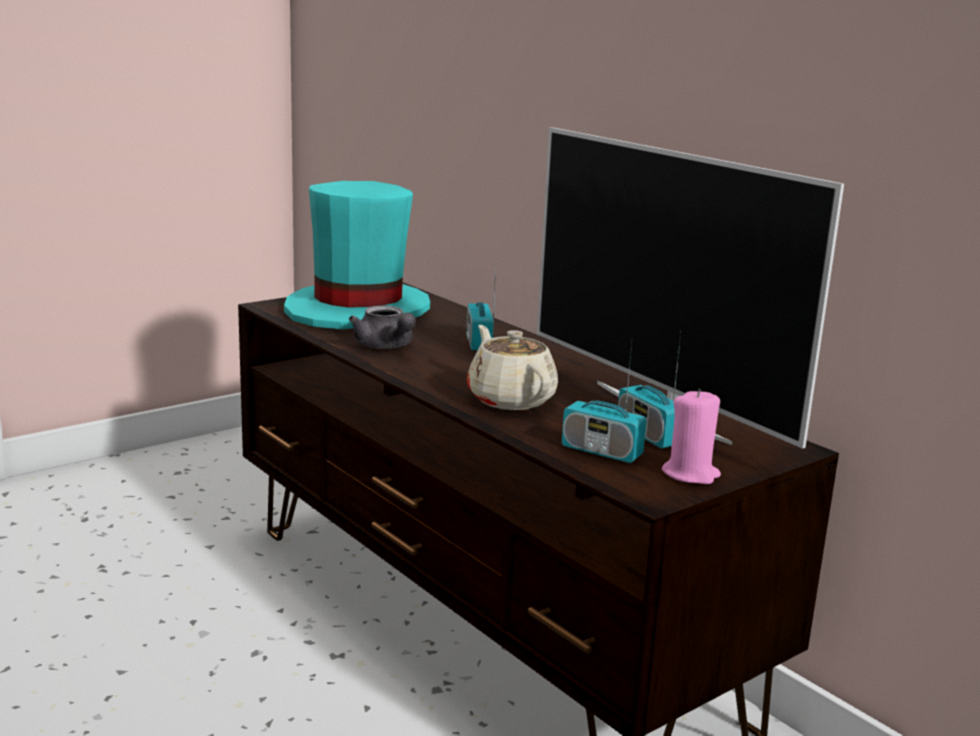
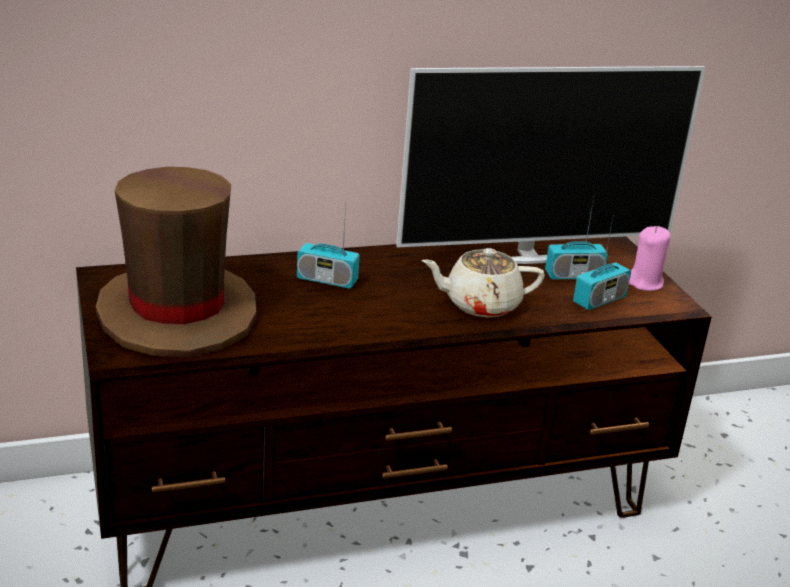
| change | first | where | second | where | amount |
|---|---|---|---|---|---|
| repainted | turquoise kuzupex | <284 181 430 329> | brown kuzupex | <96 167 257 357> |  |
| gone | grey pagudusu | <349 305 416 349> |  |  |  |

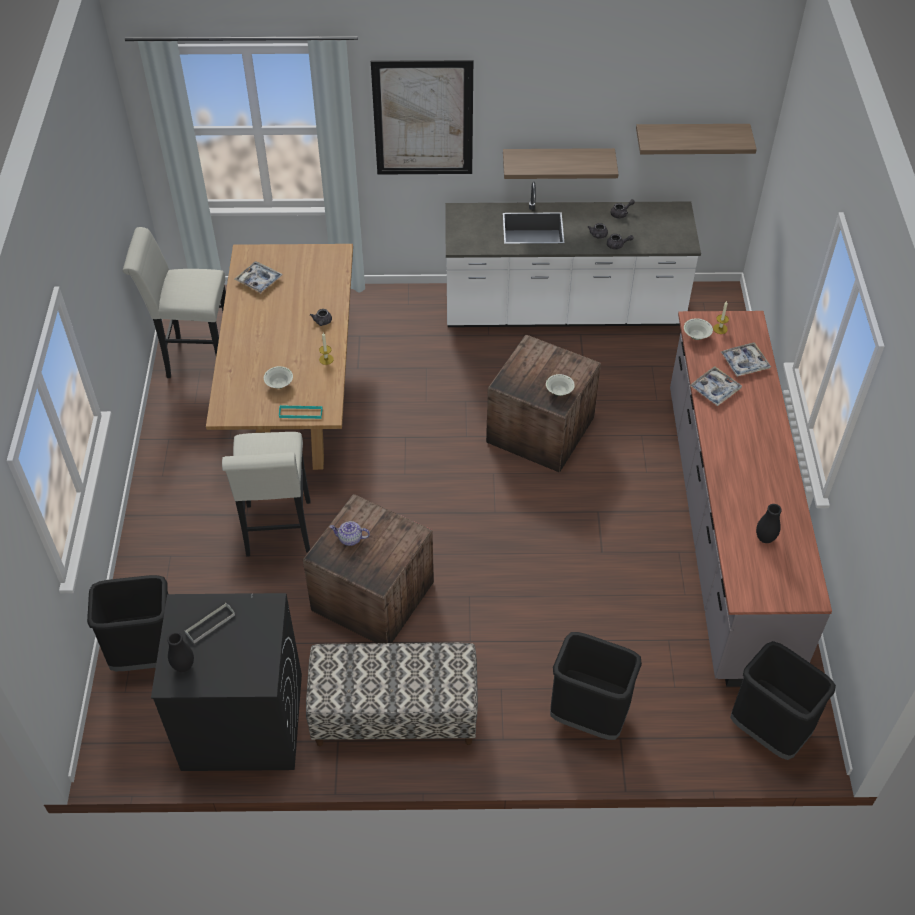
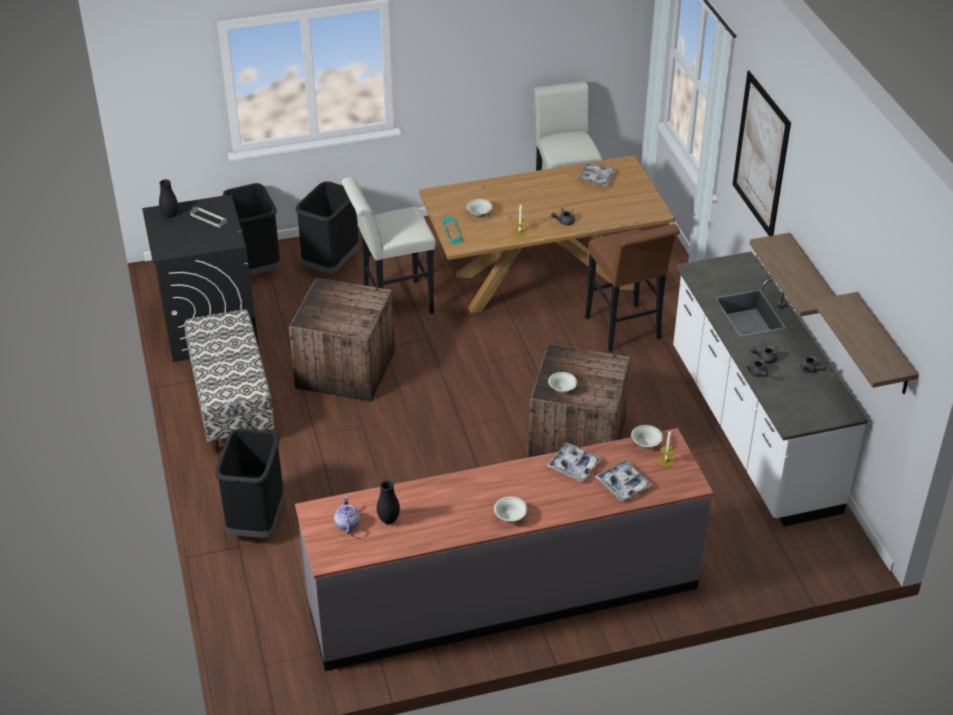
| change | first | where | second | where | amount |
|---|---|---|---|---|---|
| shifted | pagudusu | <329 521 370 546> |  | <334 497 360 534> |  |
| shifted | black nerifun | <730 641 836 760> |  | <295 181 359 274> |  |
| new |  |  | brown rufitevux | <585 224 680 352> |  |
| new |  |  | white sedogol | <494 497 527 522> |  |

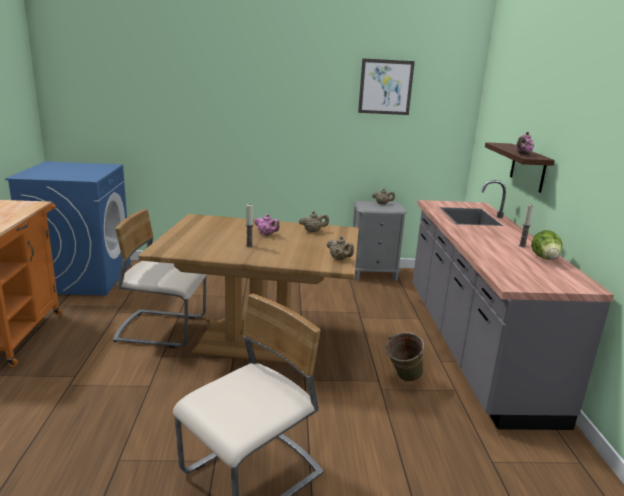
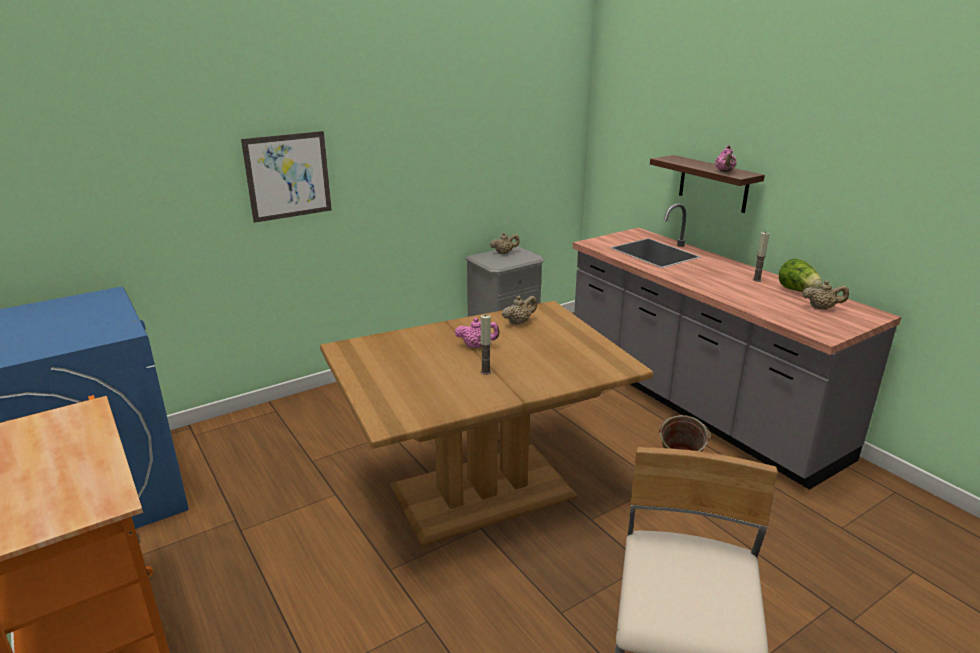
| change | first | where | second | where | amount |
|---|---|---|---|---|---|
| shifted | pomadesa | <358 58 415 115> |  | <241 131 332 223> |  |
| gone | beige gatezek | <113 209 207 348> |  |  |  |
| shifted | beige pagudusu | <327 236 354 260> |  | <802 280 849 310> |  |

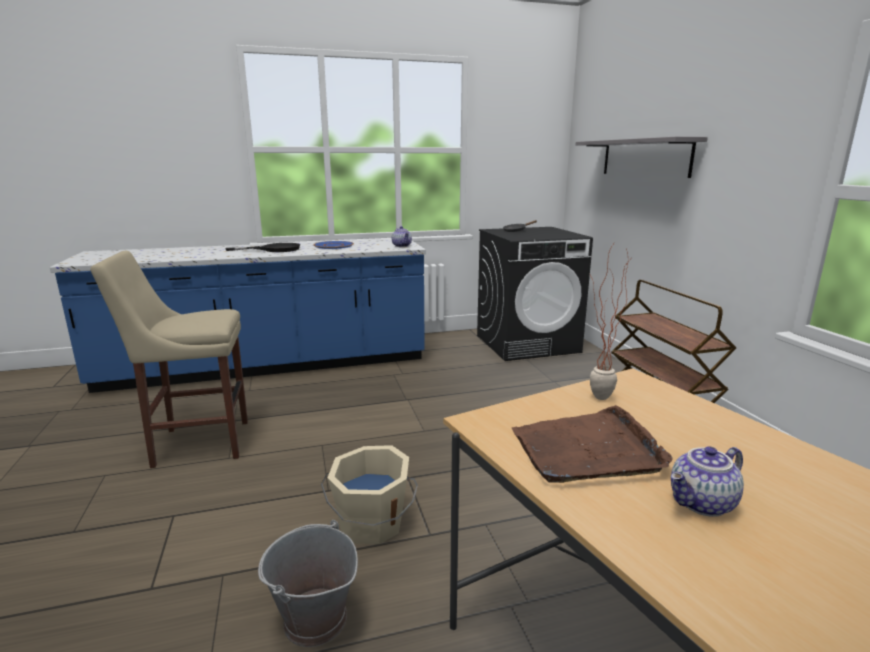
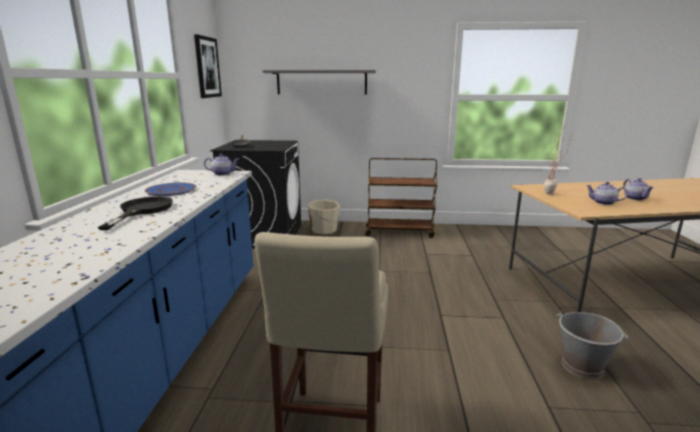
| change | first | where | second | where | amount |
|---|---|---|---|---|---|
| swapped | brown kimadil | <512 405 673 483> | pagudusu | <586 182 628 205> |  |
| shifted | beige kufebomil | <321 445 418 544> |  | <308 199 340 234> |  |
| new |  |  | pomadesa | <194 34 222 98> |  |

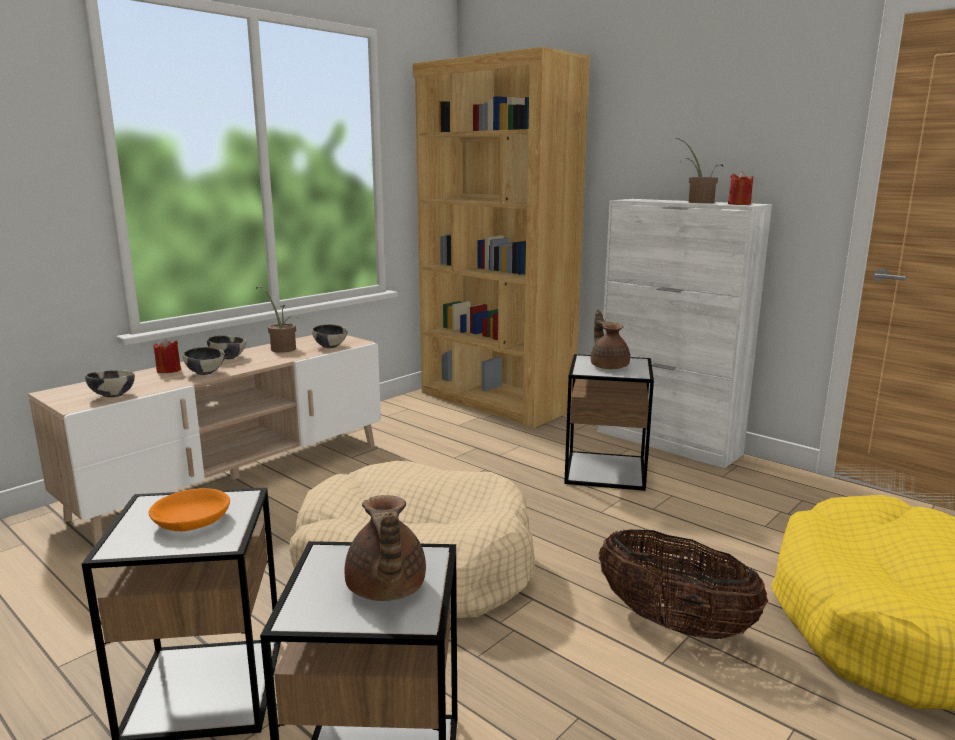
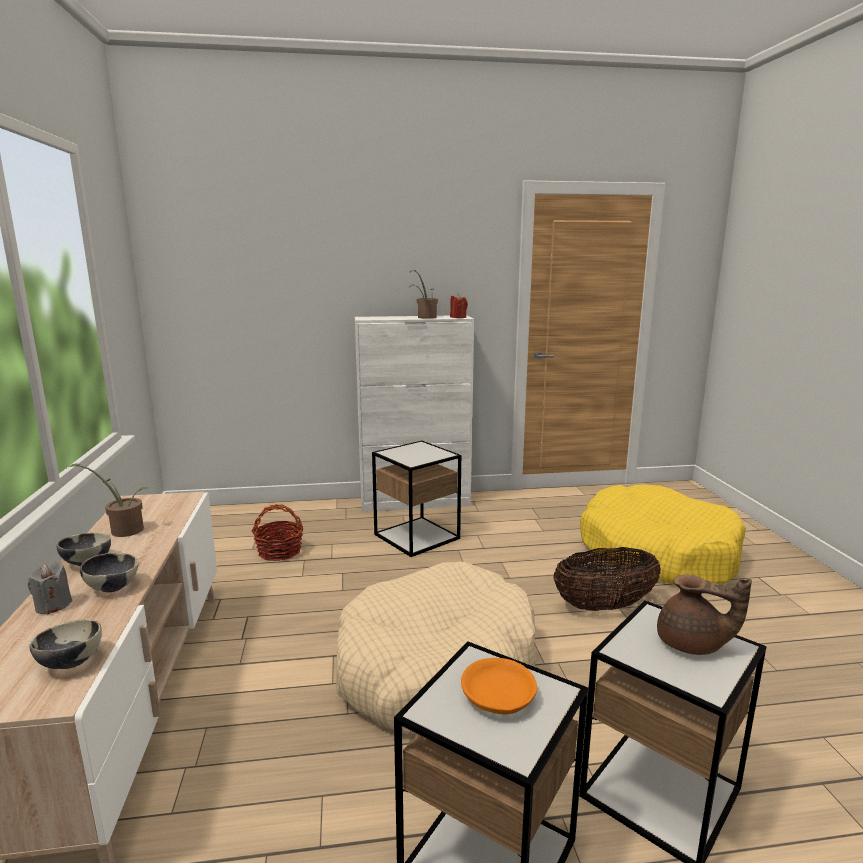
| change | first | where | second | where | amount |
|---|---|---|---|---|---|
| gone | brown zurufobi | <412 47 590 428> |  |  |  |
| gone | brown pagudusu | <591 310 630 369> |  |  |  |
| gone | sedogol | <312 324 347 348> |  |  |  |
| repainted | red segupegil | <154 338 181 373> | grey segupegil | <28 562 72 614> |  |
| new |  |  | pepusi | <251 504 304 561> |  |

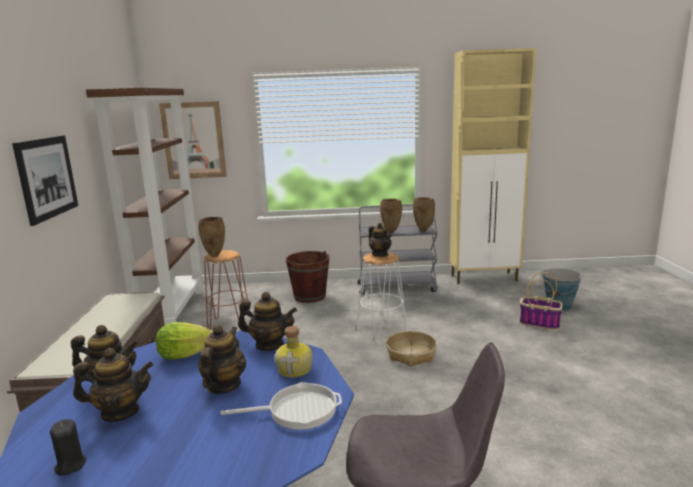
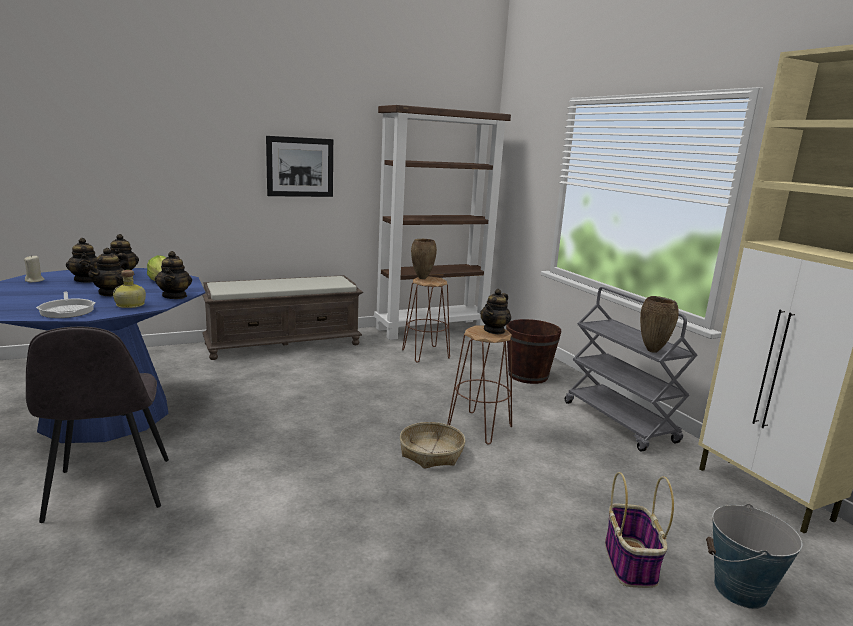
| change | first | where | second | where | amount |
|---|---|---|---|---|---|
| gone | pomadesa | <159 101 227 179> |  |  |  |
| gone | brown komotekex | <380 199 402 233> |  |  |  |
| repainted | white rufitevux | <357 252 407 342> | brown rufitevux | <447 325 512 444> |  |
| rotated | pagudusu | <198 325 246 394> |  | <86 248 130 296> | 120 degrees clockwise |
| repainted | black segupegil | <50 419 86 476> | beige segupegil | <24 255 45 282> |  |

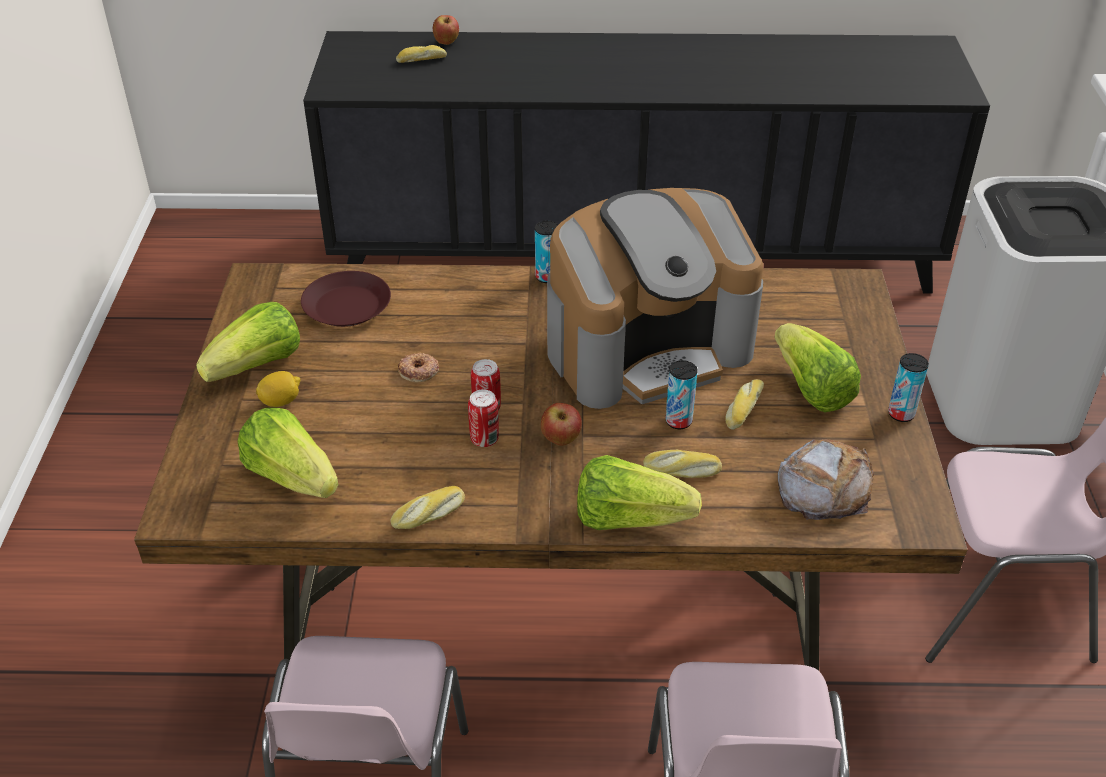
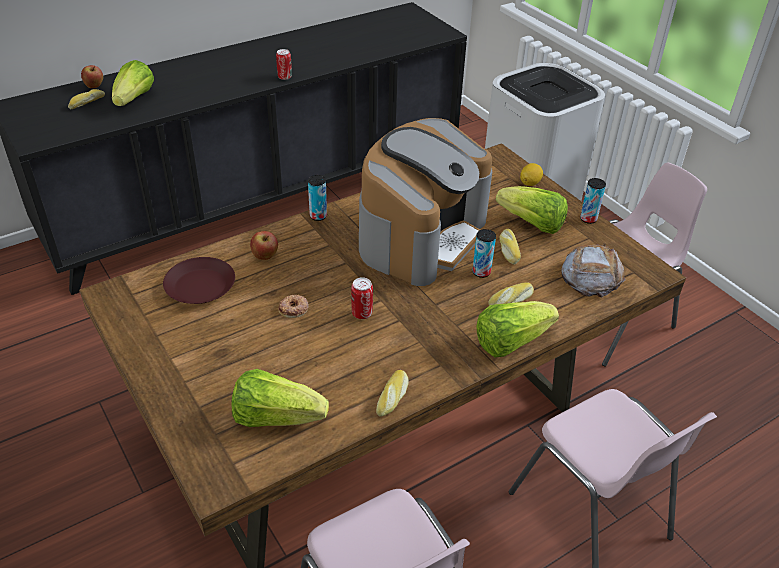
| change | first | where | second | where | amount |
|---|---|---|---|---|---|
| shifted | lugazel | <196 302 300 382> |  | <112 60 154 106> |  |
| shifted | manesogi | <256 371 300 407> |  | <520 163 543 186> |  |
| shifted | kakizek | <468 389 499 447> |  | <276 49 292 80> |  |
| shifted | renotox | <541 403 582 446> |  | <250 231 278 260> |  |

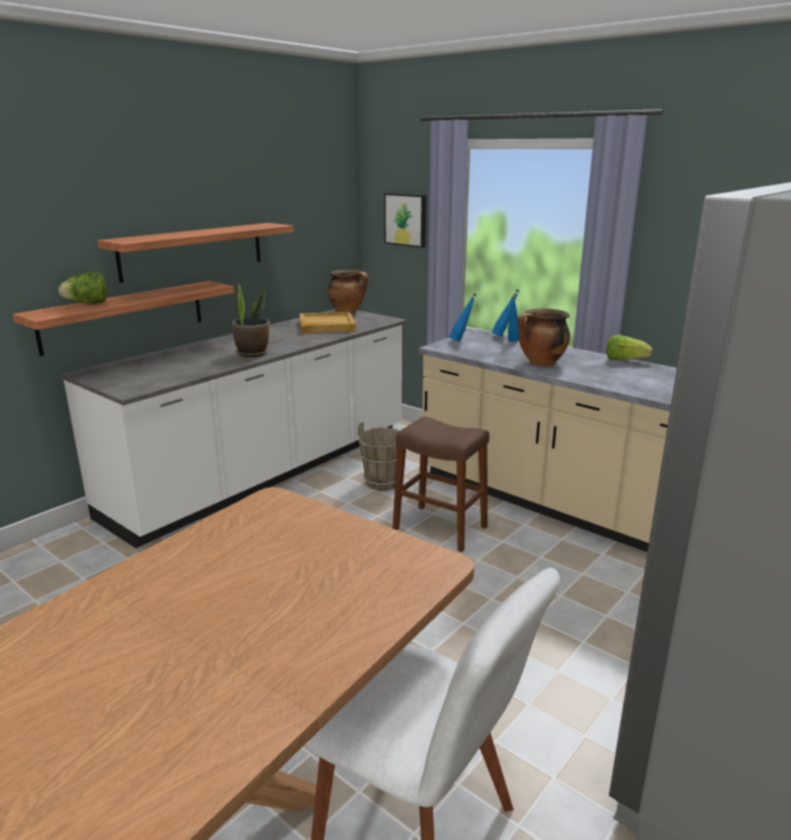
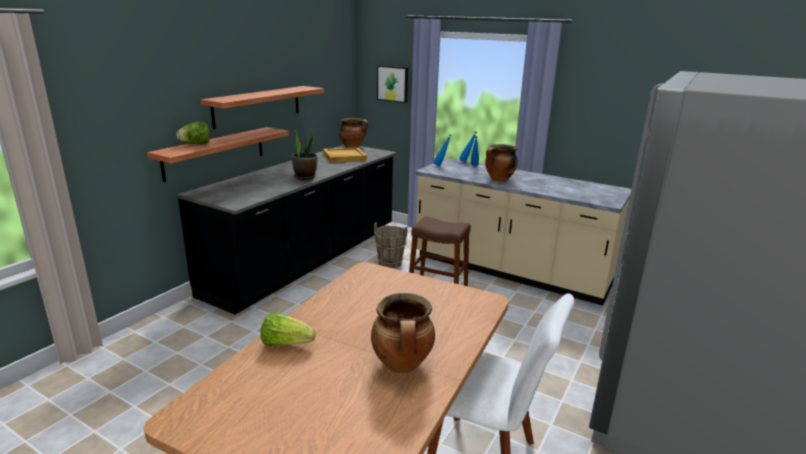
| change | first | where | second | where | amount |
|---|---|---|---|---|---|
| repainted | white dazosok | <61 309 407 548> | black dazosok | <177 145 397 315> |  |
| shifted | lugazel | <607 334 653 360> |  | <261 313 316 346> |  |
| new |  |  | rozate | <371 293 435 373> |  |

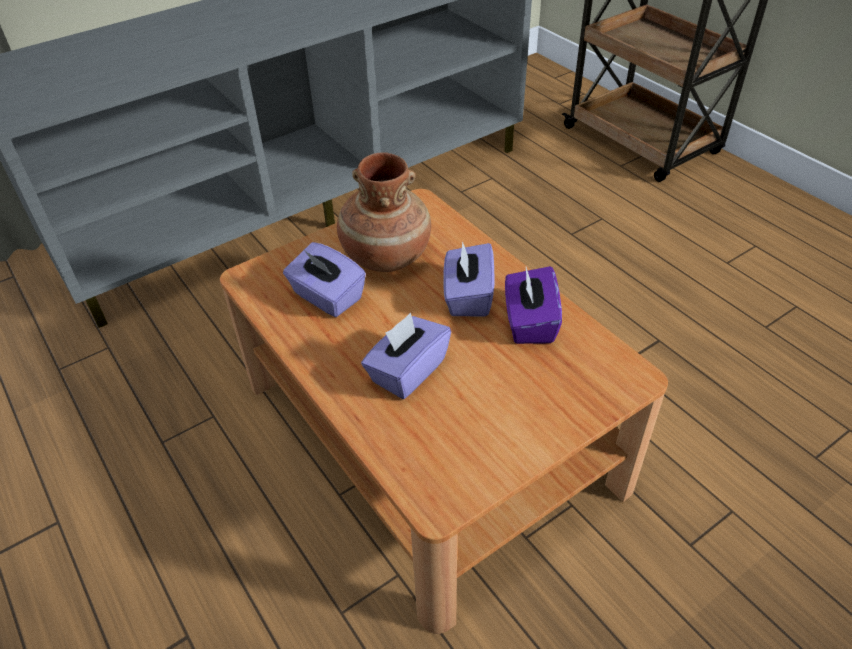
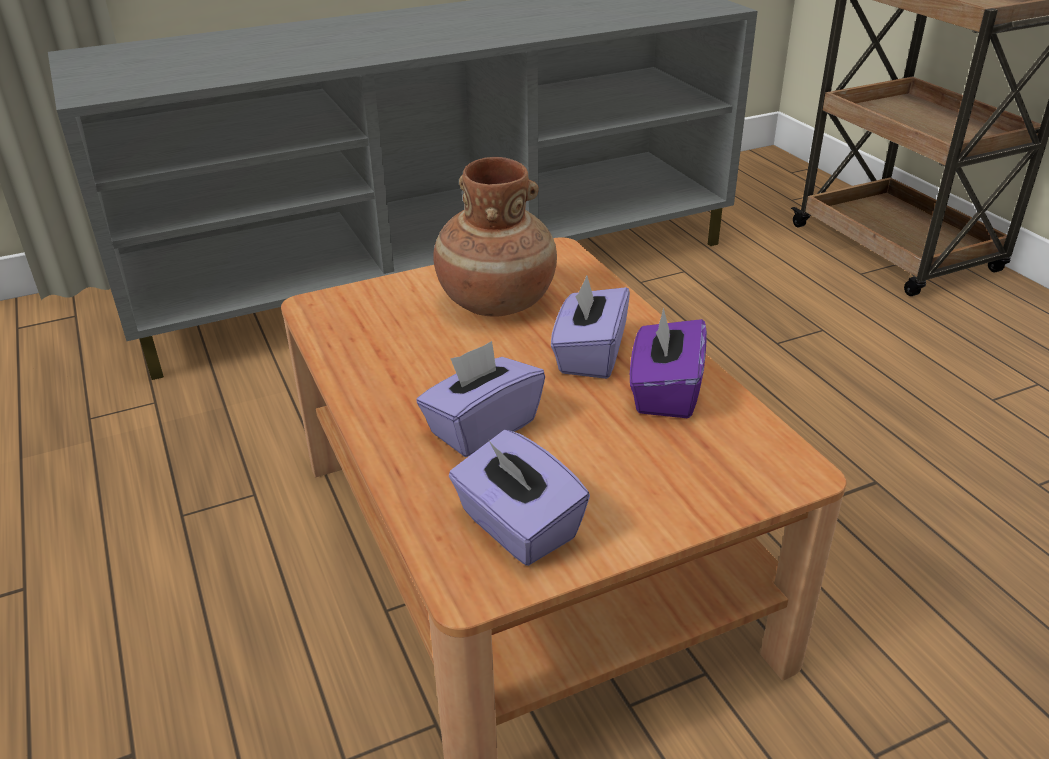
| change | first | where | second | where | amount |
|---|---|---|---|---|---|
| shifted | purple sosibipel | <283 242 366 317> |  | <449 430 590 566> |  |

